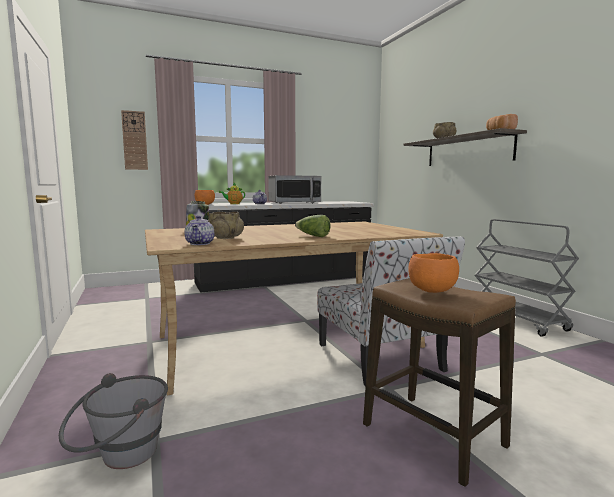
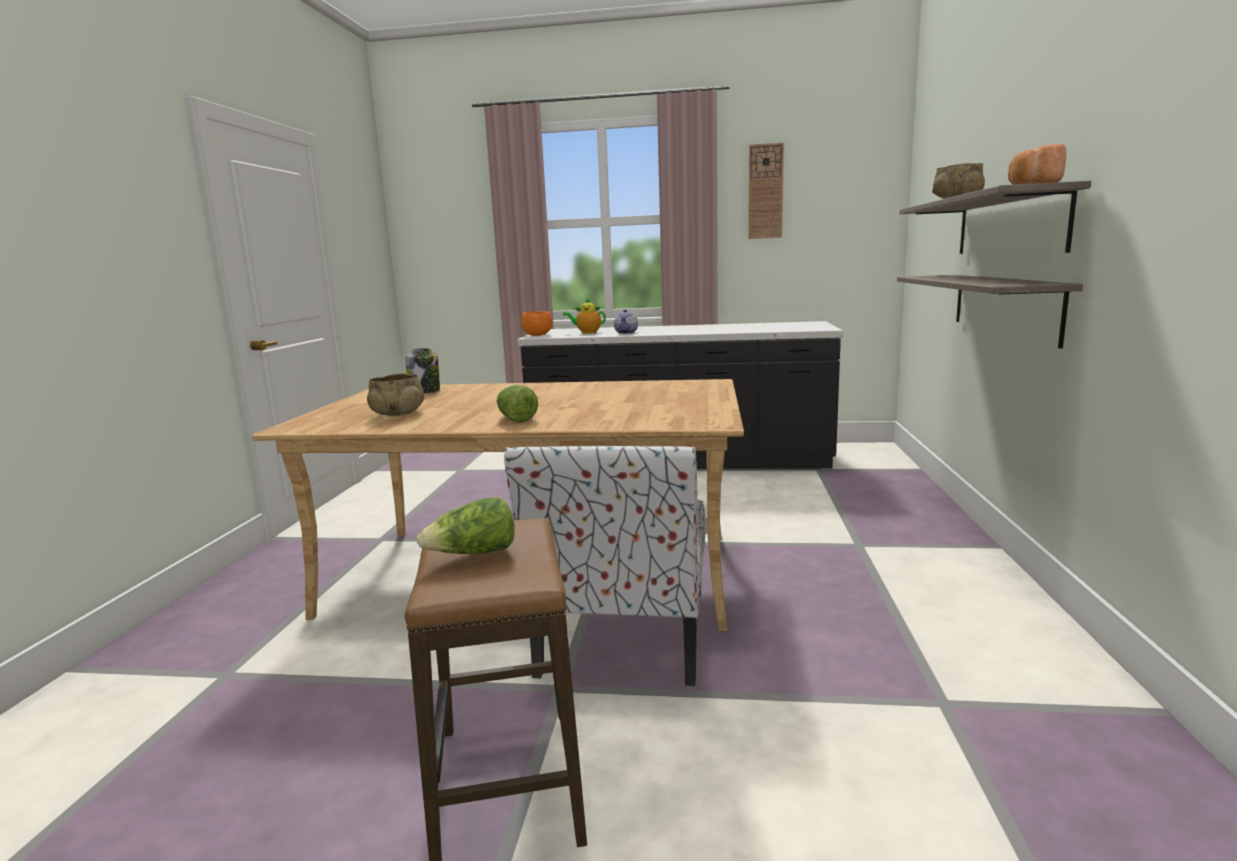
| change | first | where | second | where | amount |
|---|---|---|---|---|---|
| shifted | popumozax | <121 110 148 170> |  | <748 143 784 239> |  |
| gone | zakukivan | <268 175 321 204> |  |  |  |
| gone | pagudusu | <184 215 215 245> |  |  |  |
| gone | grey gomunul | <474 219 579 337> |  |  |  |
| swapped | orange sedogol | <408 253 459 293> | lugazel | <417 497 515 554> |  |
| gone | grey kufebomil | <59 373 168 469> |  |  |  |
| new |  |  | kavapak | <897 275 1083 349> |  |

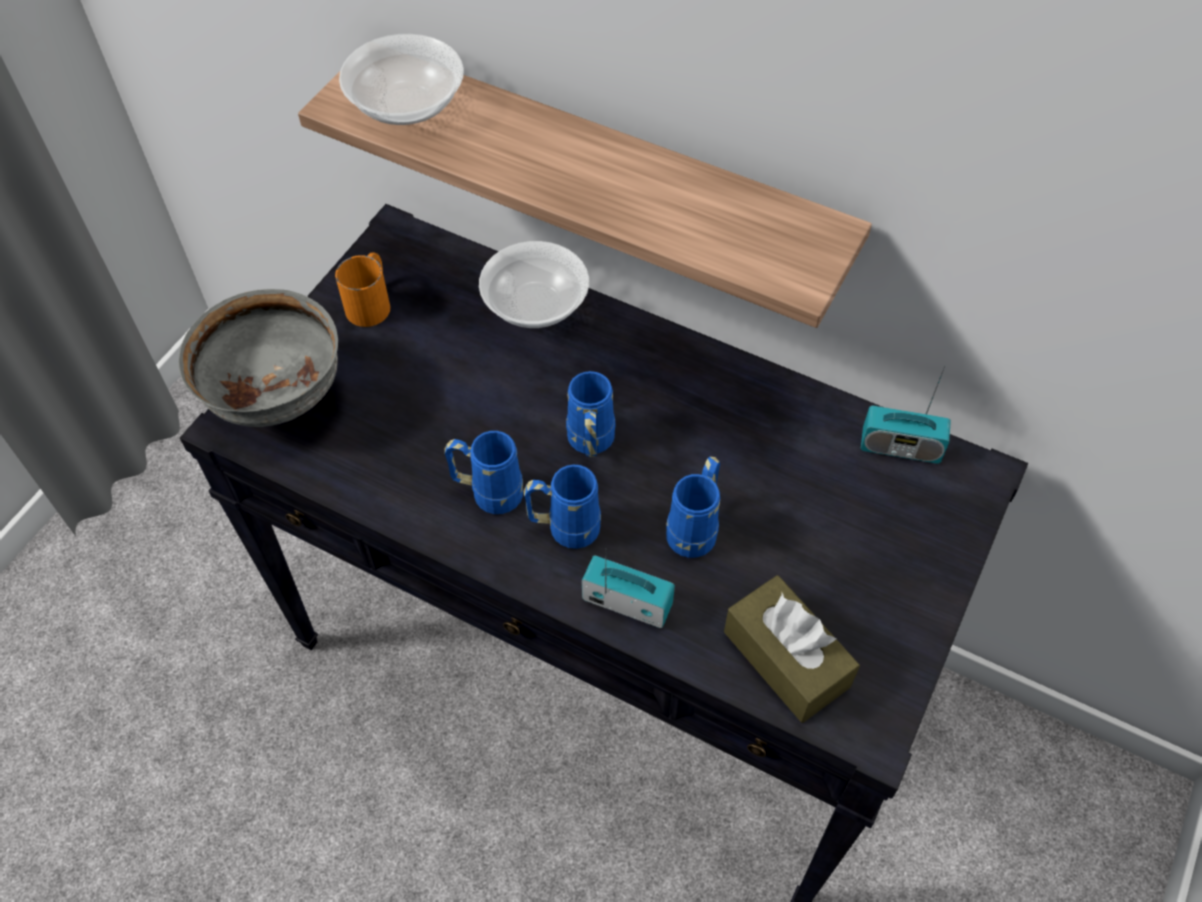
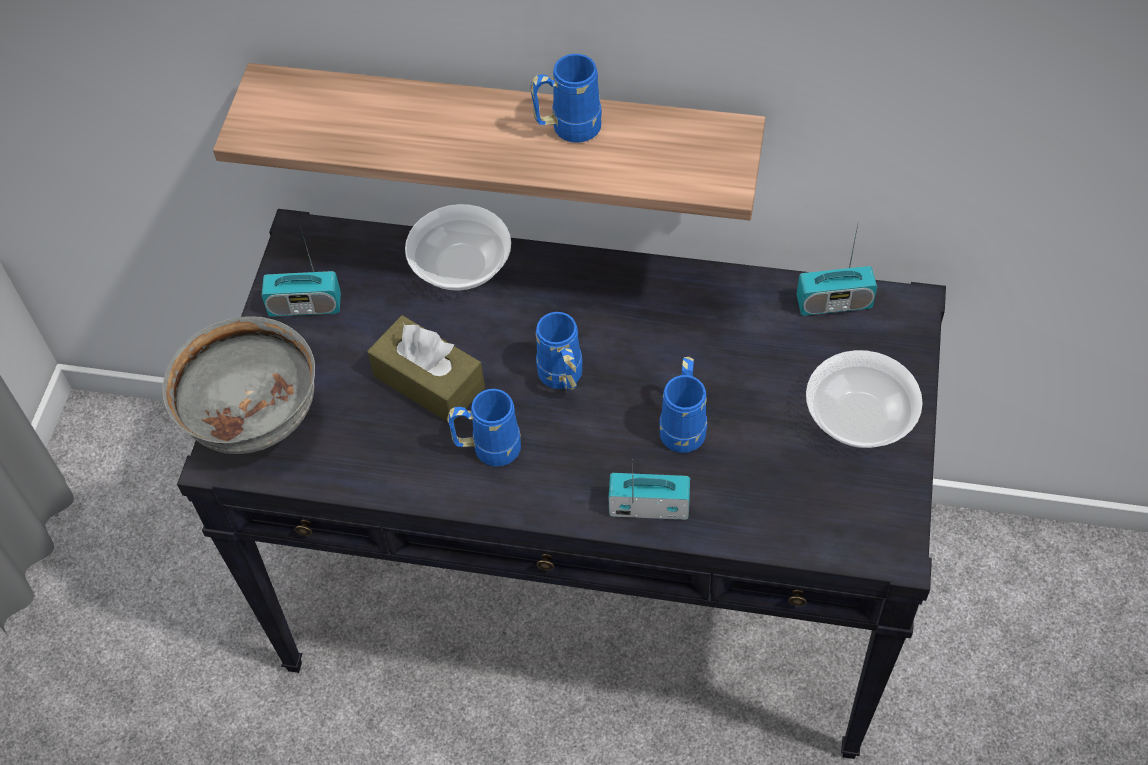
| change | first | where | second | where | amount |
|---|---|---|---|---|---|
| shifted | sedogol | <339 34 464 125> |  | <806 350 923 448> |  |
| swapped | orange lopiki | <335 252 390 327> | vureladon | <262 226 341 317> |  |
| shifted | blue lopiki | <523 465 601 549> |  | <530 54 602 143> |  |
| shifted | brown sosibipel | <724 575 860 723> |  | <367 315 485 422> |  |

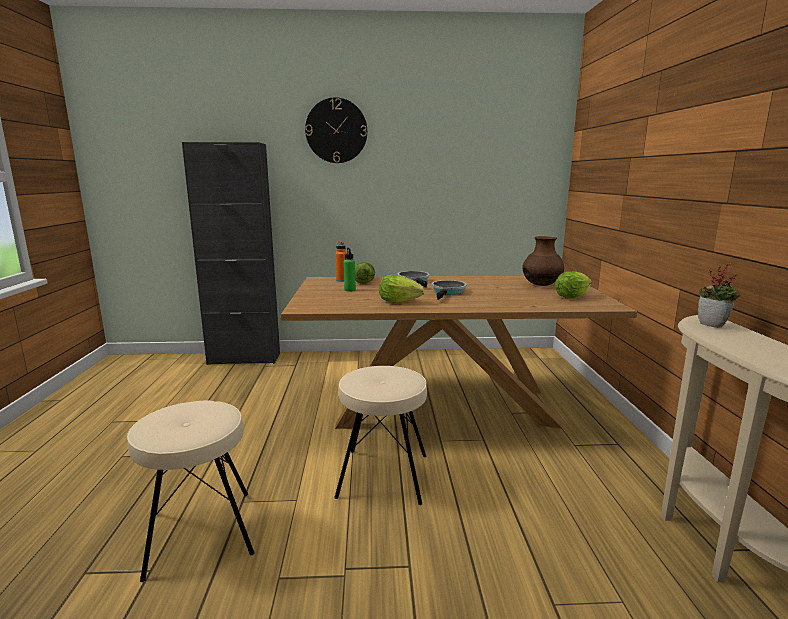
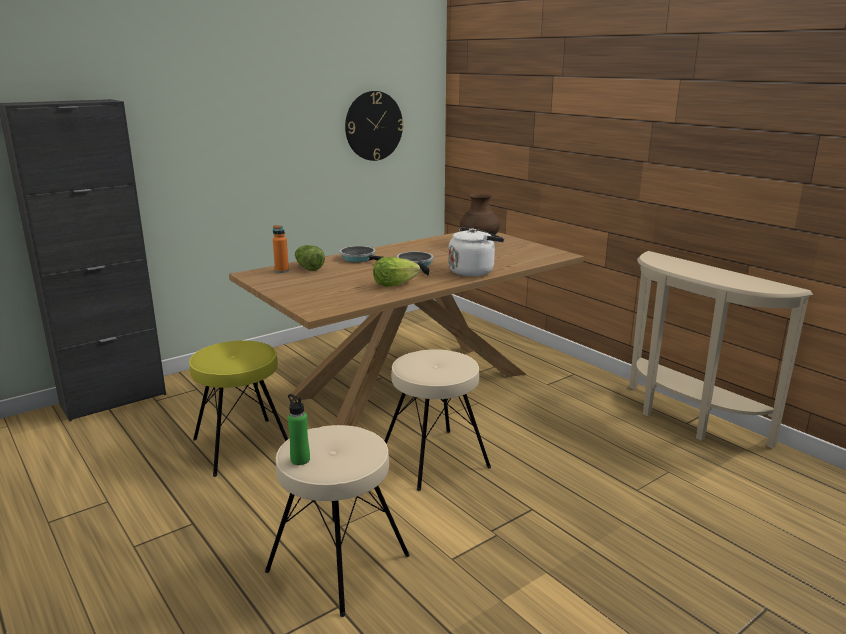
| change | first | where | second | where | amount |
|---|---|---|---|---|---|
| shifted | popumozax | <305 97 367 163> |  | <345 91 404 161> |  |
| shifted | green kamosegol | <344 248 356 292> |  | <287 394 310 465> |  |
| gone | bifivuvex | <698 263 741 328> |  |  |  |
| gone | lugazel | <555 272 592 298> |  |  |  |
| new |  |  | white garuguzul | <448 227 504 277> |  |
| new |  |  | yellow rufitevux | <189 341 288 477> |  |

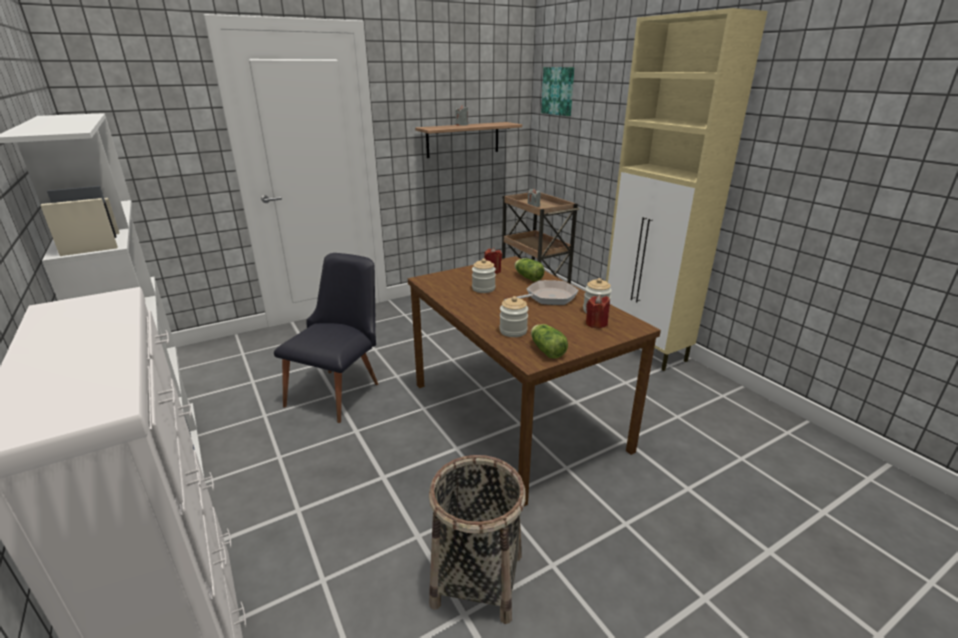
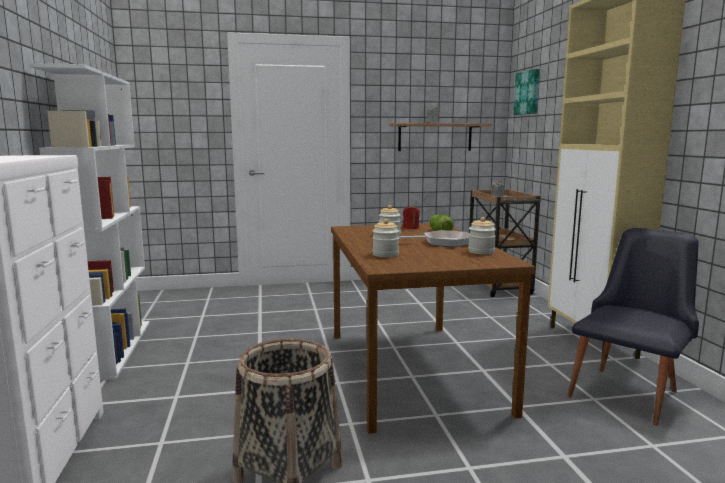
| change | first | where | second | where | amount |
|---|---|---|---|---|---|
| shifted | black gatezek | <274 253 378 423> |  | <568 228 699 426> |  |
| gone | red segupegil | <586 295 610 328> |  |  |  |
| gone | lugazel | <531 324 568 358> |  |  |  |

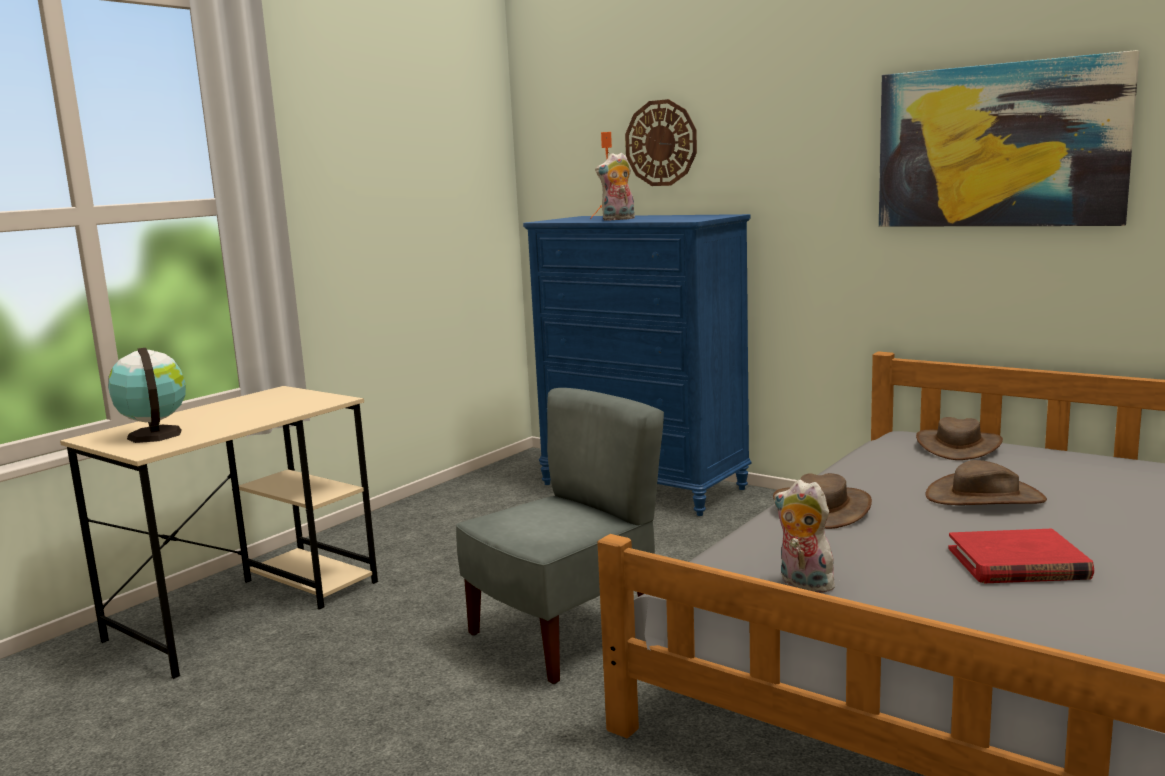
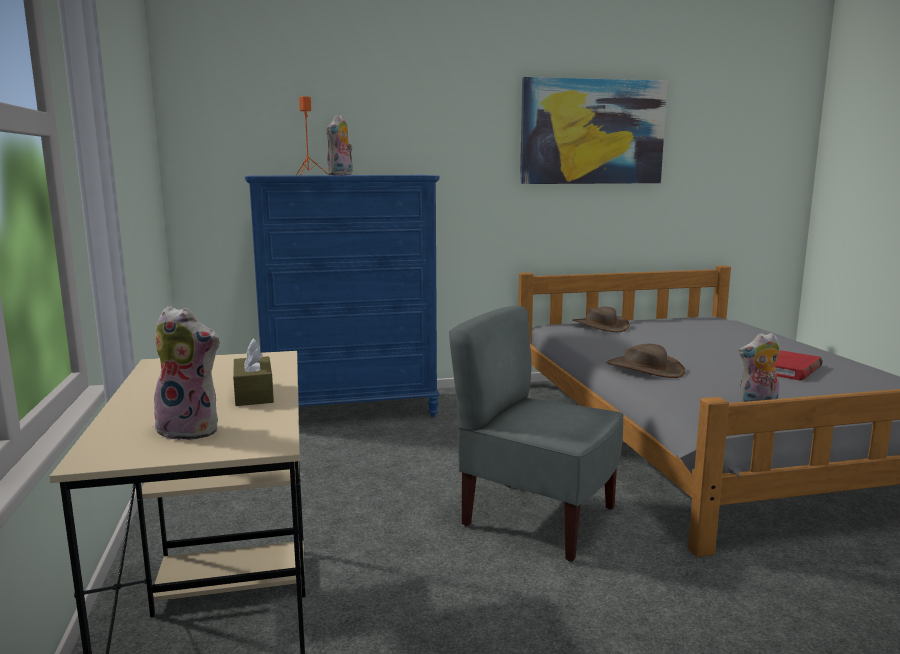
| change | first | where | second | where | amount |
|---|---|---|---|---|---|
| gone | popumozax | <625 99 697 186> |  |  |  |
| swapped | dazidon | <108 348 186 443> | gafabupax | <153 306 221 441> |  |
| rotated | grey gatezek | <456 388 664 684> |  | <449 306 623 562> | 60 degrees counterclockwise |
| gone | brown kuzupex | <925 460 1047 505> |  |  |  |
| new |  |  | brown sosibipel | <233 338 274 406> |  |

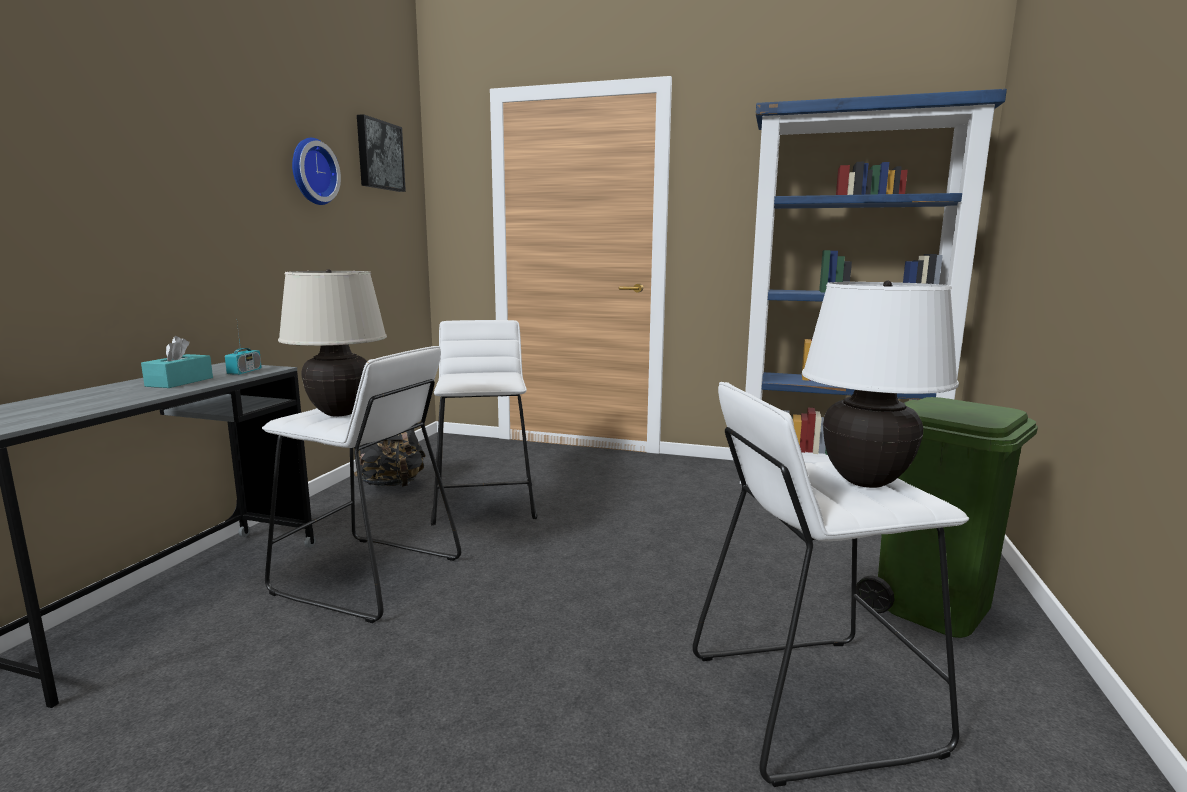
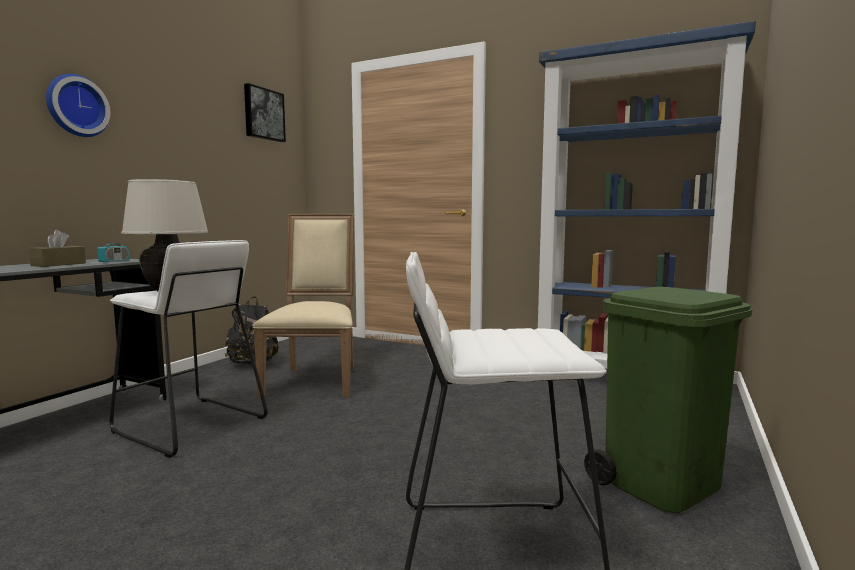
| change | first | where | second | where | amount |
|---|---|---|---|---|---|
| shifted | popumozax | <292 138 341 205> |  | <46 74 110 137> |  |
| gone | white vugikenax | <802 281 959 488> |  |  |  |
| swapped | white rufitevux | <431 320 537 525> | beige gatezek | <253 214 354 397> |  |
| repainted | turquoise sosibipel | <141 336 213 388> | brown sosibipel | <29 230 86 267> |  |

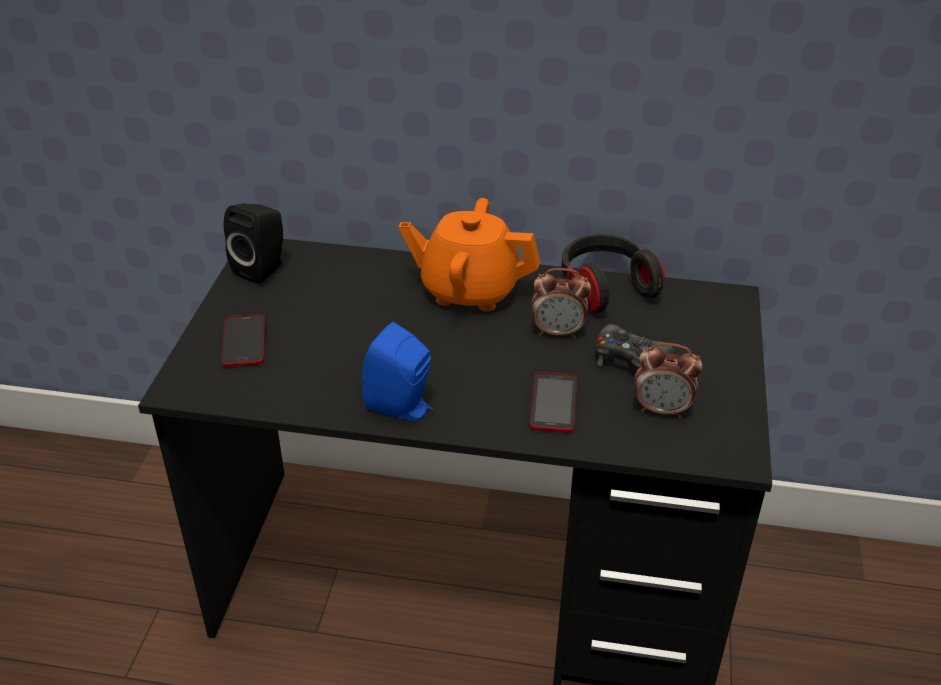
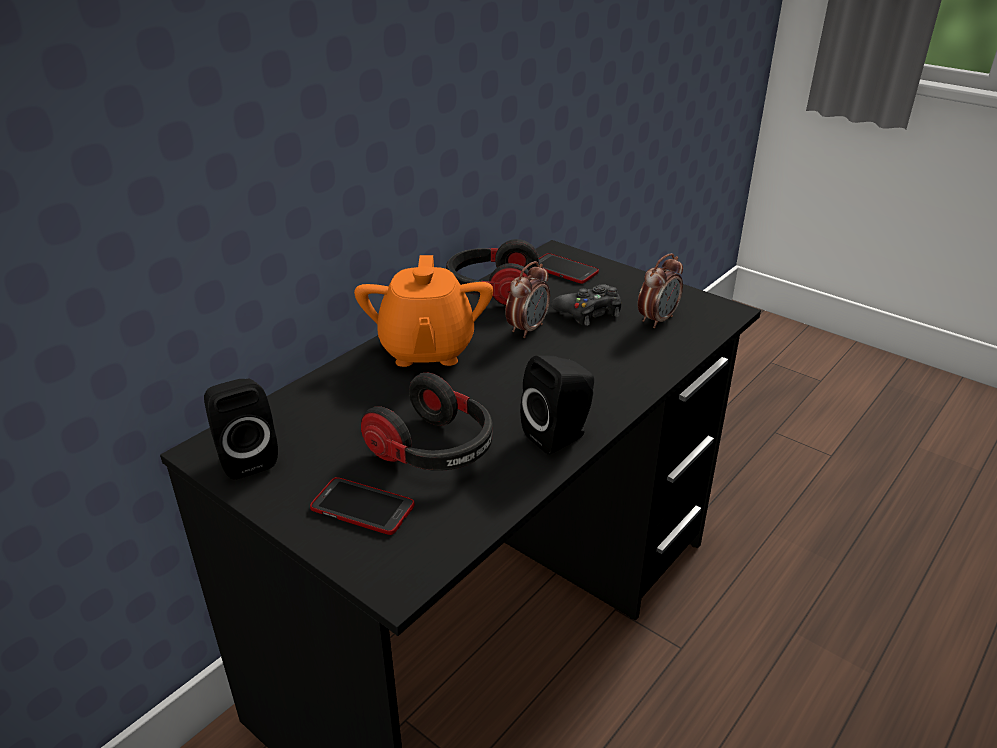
| change | first | where | second | where | amount |
|---|---|---|---|---|---|
| rotated | orange pagudusu | <399 198 540 312> |  | <354 255 493 367> | 45 degrees counterclockwise |
| repainted | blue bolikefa | <362 322 433 421> | black bolikefa | <520 355 594 455> |  |
| shifted | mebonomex | <529 372 577 433> |  | <539 253 599 284> |  |
| new |  |  | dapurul | <361 373 492 471> |  |

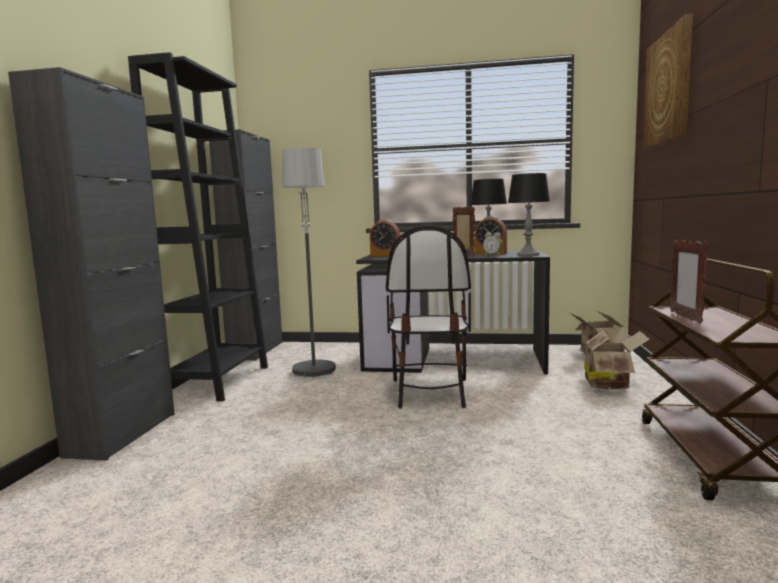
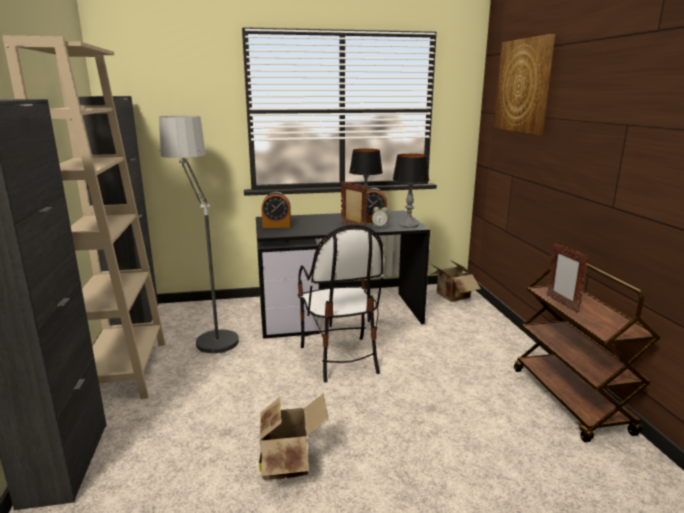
| change | first | where | second | where | amount |
|---|---|---|---|---|---|
| repainted | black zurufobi | <128 52 268 401> | beige zurufobi | <2 36 165 399> |  |
| shifted | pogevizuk | <583 330 649 389> |  | <259 393 328 480> |  |

